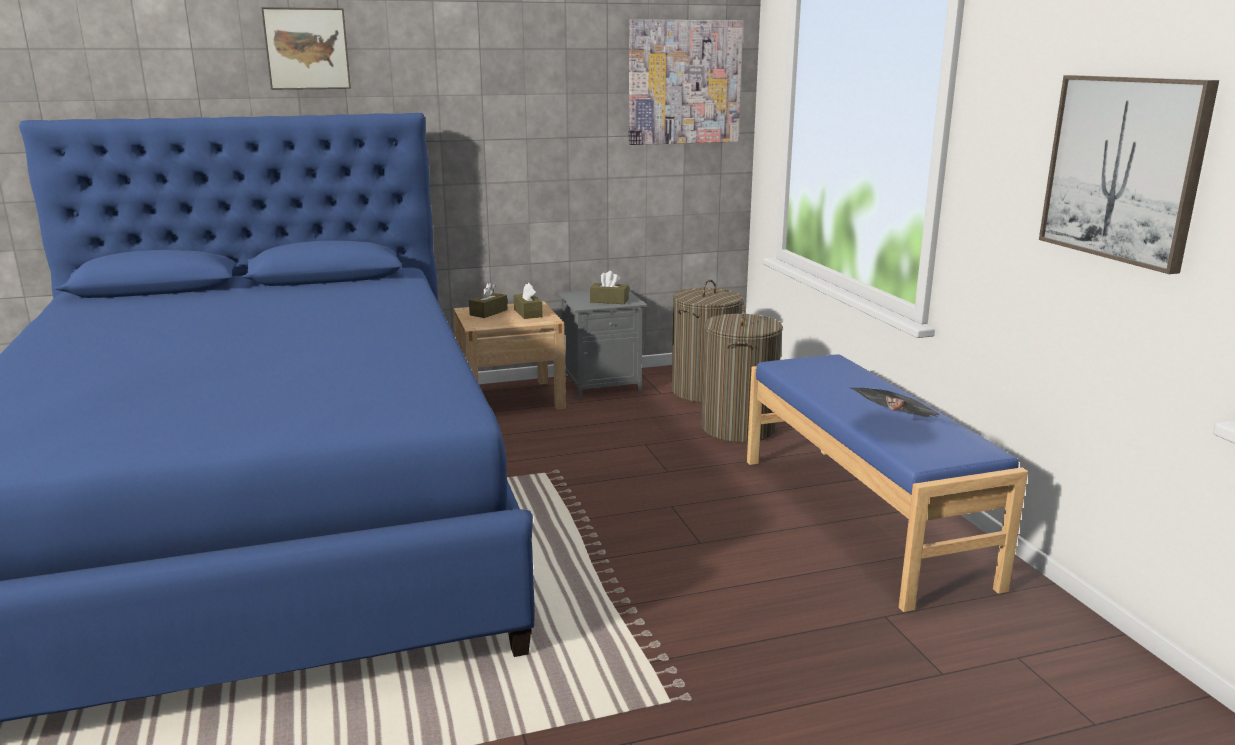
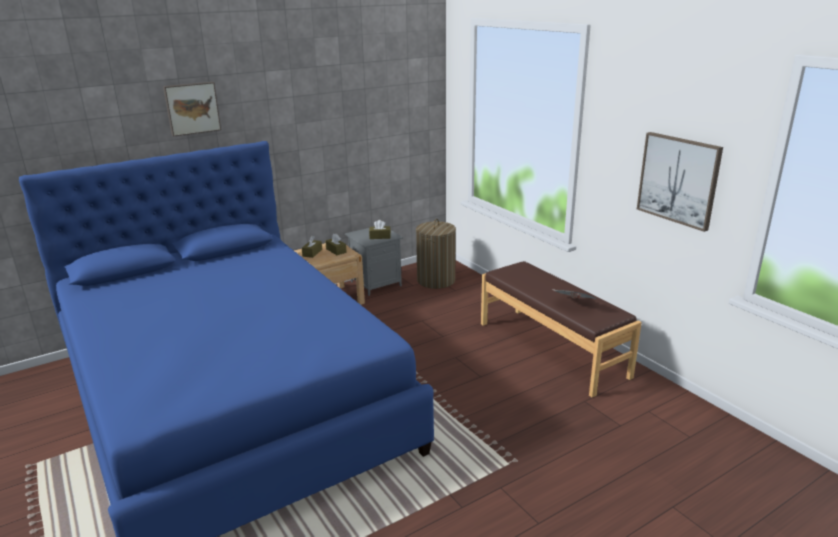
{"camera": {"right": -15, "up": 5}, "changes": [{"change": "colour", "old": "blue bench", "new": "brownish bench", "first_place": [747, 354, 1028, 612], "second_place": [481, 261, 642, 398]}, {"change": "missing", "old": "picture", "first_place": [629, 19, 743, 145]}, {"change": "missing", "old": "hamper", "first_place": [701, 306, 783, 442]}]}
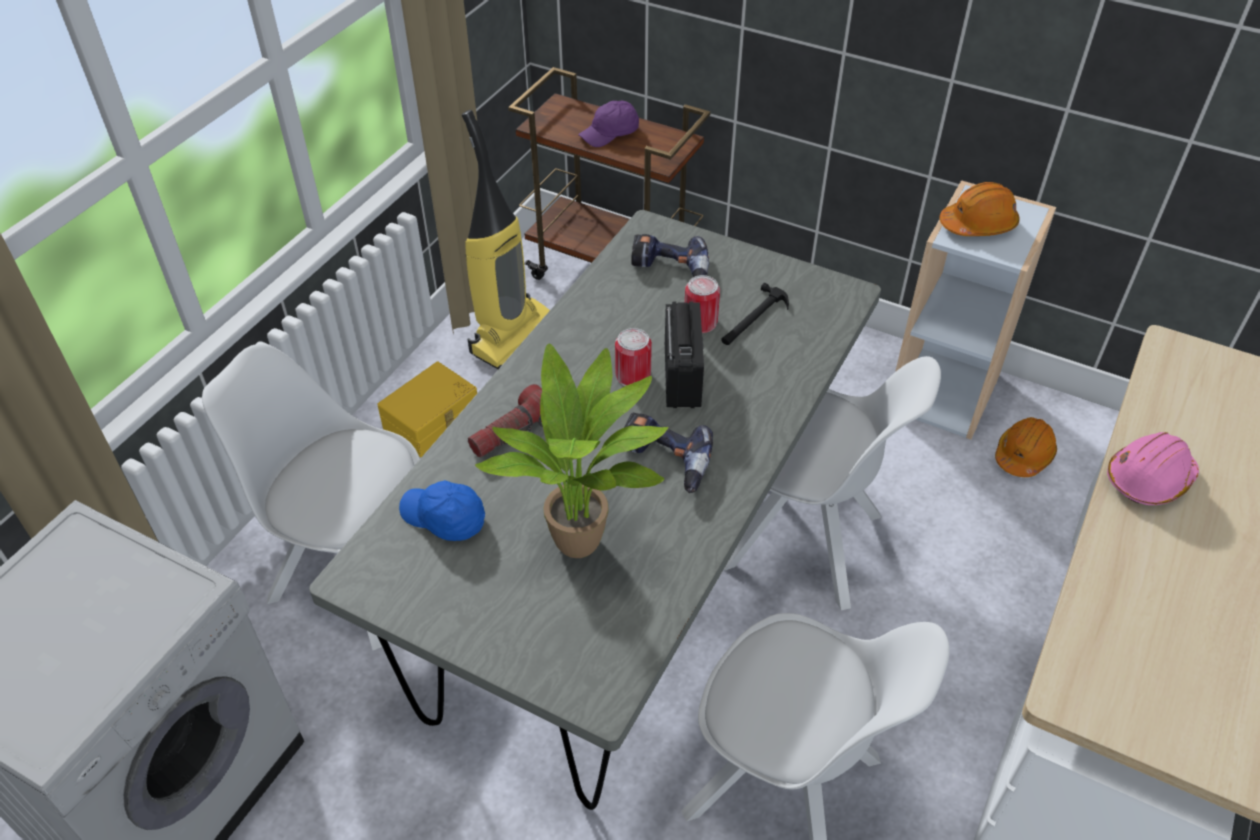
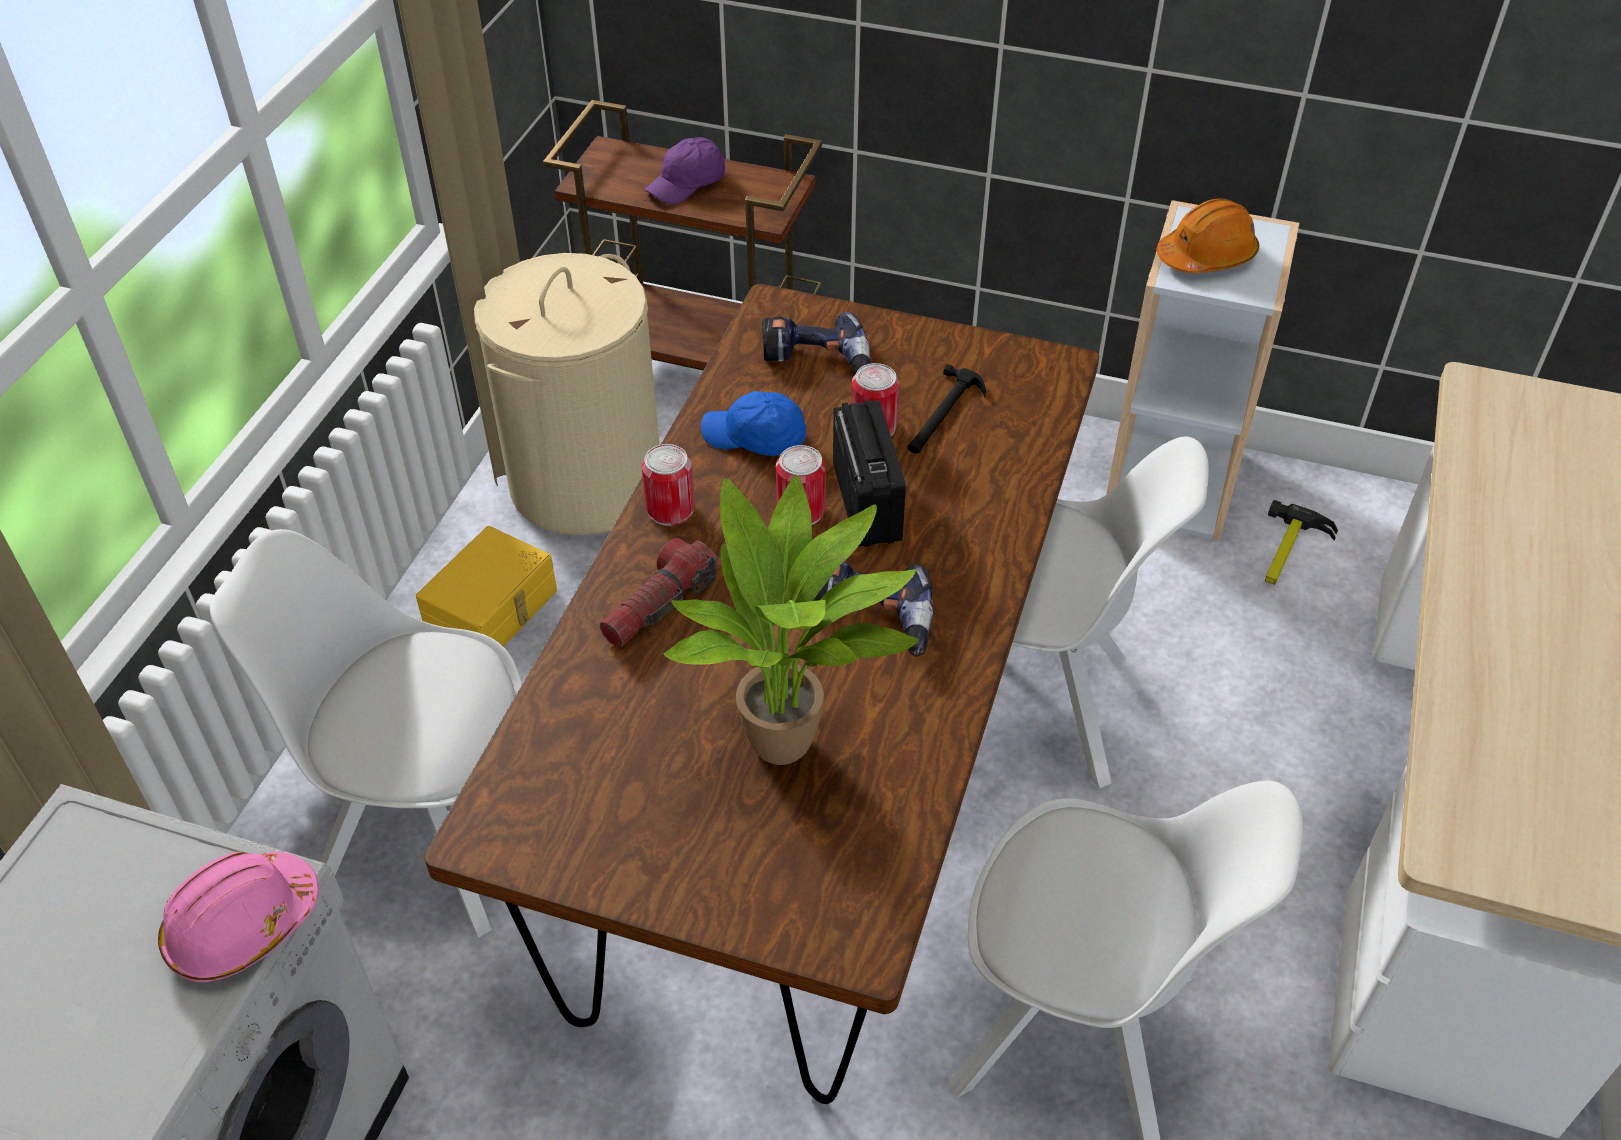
{"camera": {"right": -10, "up": 0}, "changes": [{"change": "relocated", "old": "pinkish hard hat", "first_place": [1107, 432, 1199, 505], "second_place": [158, 852, 319, 982]}, {"change": "colour", "old": "gray dinner table", "new": "brownish dinner table", "first_place": [309, 210, 881, 810], "second_place": [424, 284, 1099, 1104]}, {"change": "exchanged", "old": "vacuum cleaner", "new": "sand-coloured hamper", "first_place": [462, 110, 550, 369], "second_place": [474, 253, 660, 536]}, {"change": "appeared", "new": "can", "second_place": [642, 444, 695, 526]}, {"change": "relocated", "old": "blue cap", "first_place": [399, 480, 485, 541], "second_place": [701, 391, 806, 456]}, {"change": "exchanged", "old": "orangey hard hat", "new": "hand hammer", "first_place": [995, 417, 1057, 477], "second_place": [1265, 500, 1338, 585]}]}
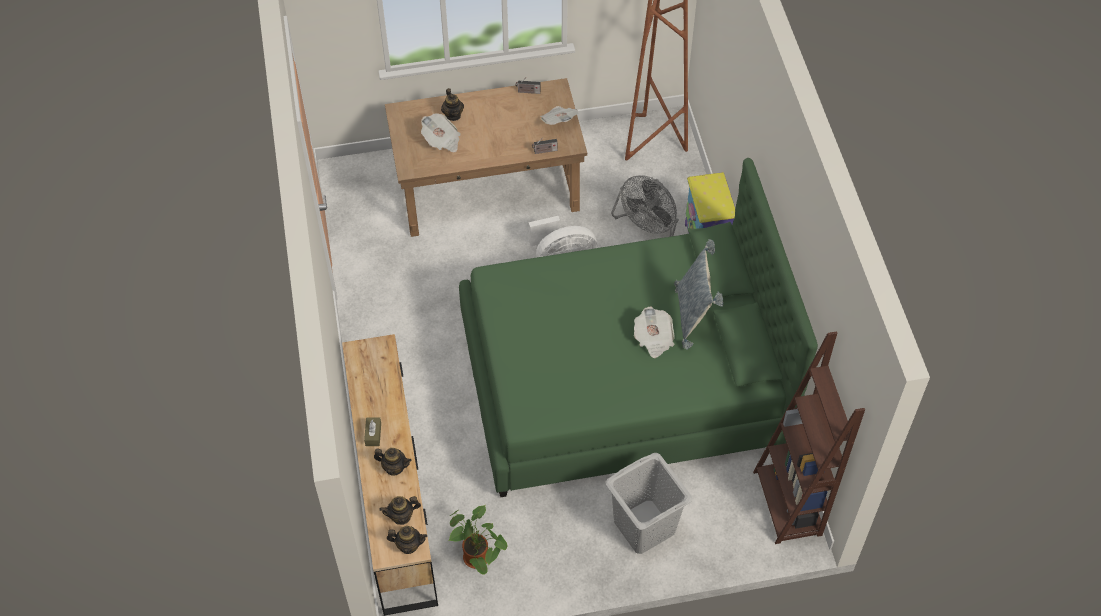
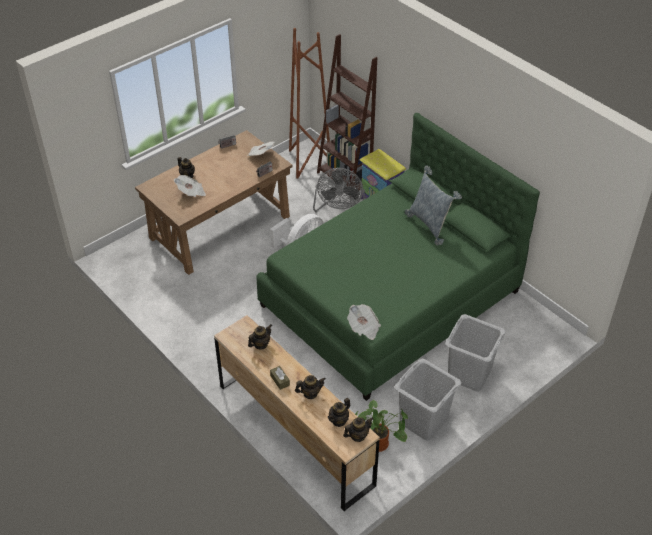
{"camera": {"right": -30, "up": -10}, "changes": [{"change": "appeared", "new": "teapot", "second_place": [248, 324, 272, 349]}, {"change": "relocated", "old": "brownish shelving unit", "first_place": [753, 331, 865, 544], "second_place": [317, 34, 377, 198]}, {"change": "relocated", "old": "daily paper", "first_place": [634, 307, 675, 358], "second_place": [347, 304, 381, 340]}, {"change": "appeared", "new": "gray hamper", "second_place": [394, 359, 461, 441]}]}
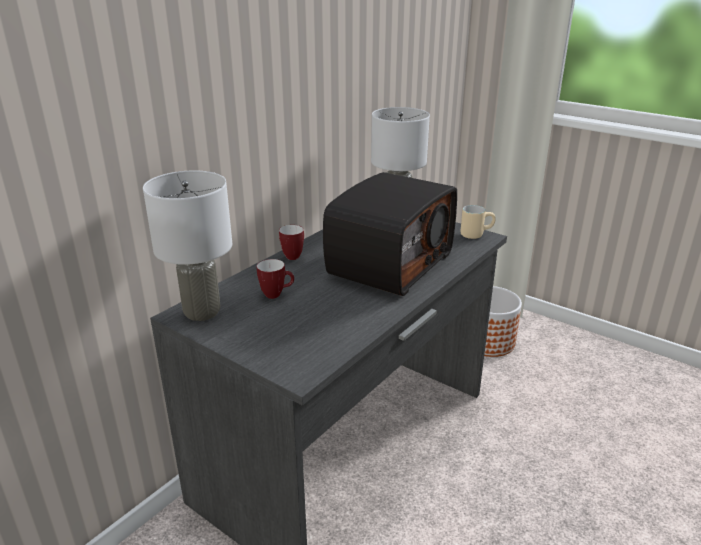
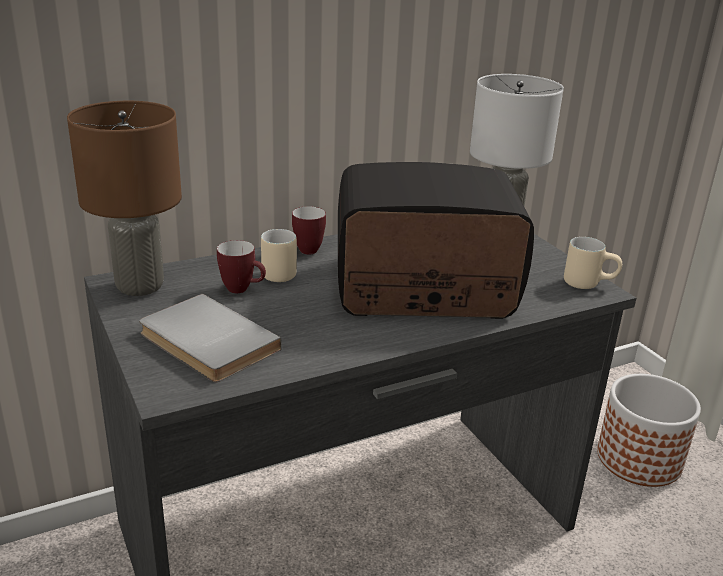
{"camera": {"right": 25, "up": 0}, "changes": [{"change": "colour", "old": "white-coloured table lamp", "new": "brownish table lamp", "first_place": [143, 170, 232, 321], "second_place": [67, 101, 182, 296]}, {"change": "appeared", "new": "gray book", "second_place": [139, 294, 282, 382]}, {"change": "appeared", "new": "sand-coloured mug", "second_place": [261, 229, 297, 282]}, {"change": "spun", "old": "radio set", "first_place": [323, 172, 457, 296], "second_place": [338, 162, 534, 319], "degrees": -150}]}
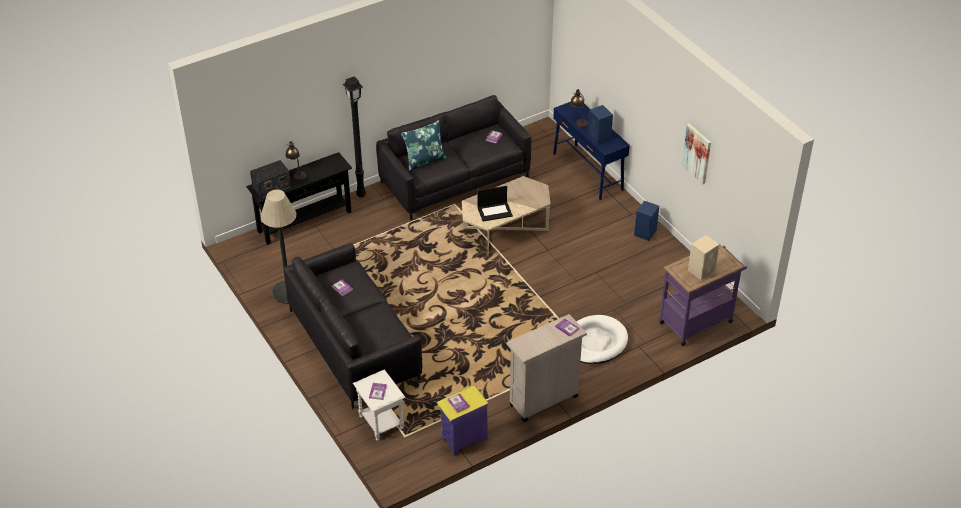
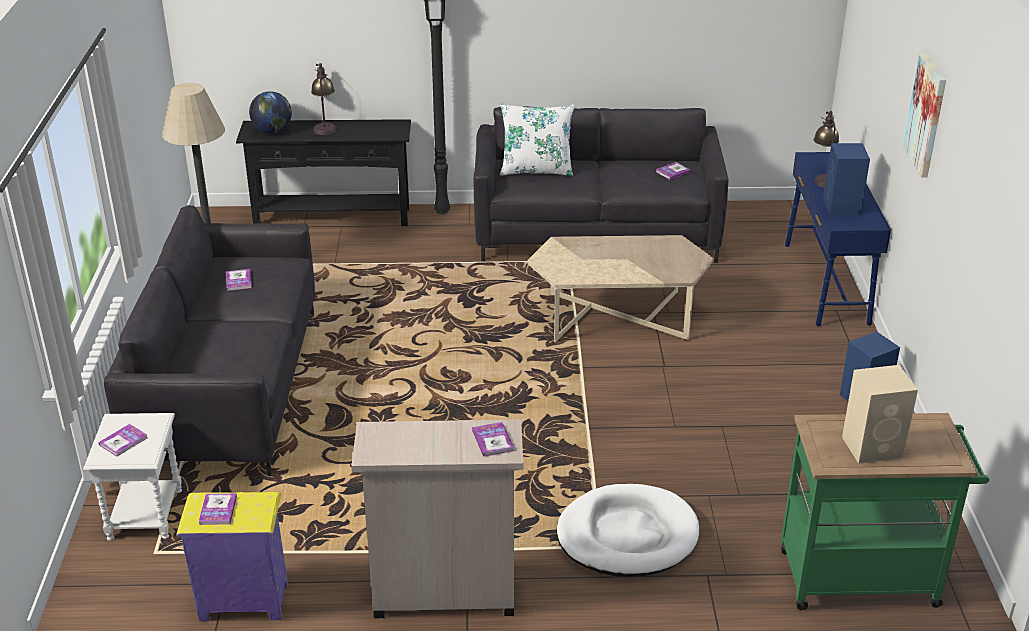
{"camera": {"right": 30, "up": -10}, "changes": [{"change": "exchanged", "old": "radio set", "new": "world globe", "first_place": [250, 160, 291, 199], "second_place": [249, 91, 292, 134]}, {"change": "colour", "old": "blue throw pillow", "new": "white-coloured throw pillow", "first_place": [401, 120, 447, 171], "second_place": [500, 104, 575, 176]}, {"change": "colour", "old": "purple cart", "new": "greenish cart", "first_place": [659, 243, 747, 346], "second_place": [781, 413, 989, 610]}, {"change": "relocated", "old": "picture", "first_place": [682, 124, 711, 184], "second_place": [903, 53, 946, 177]}, {"change": "missing", "old": "laptop", "first_place": [477, 186, 513, 222]}]}
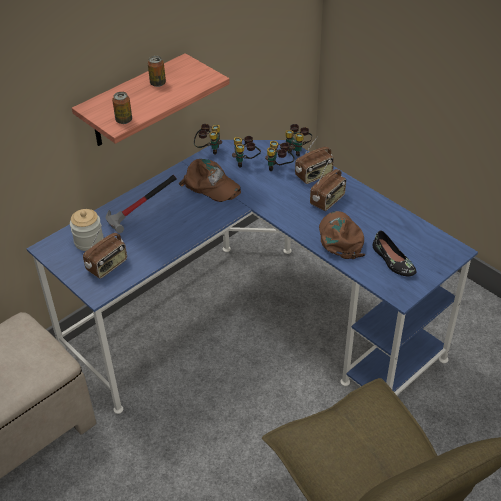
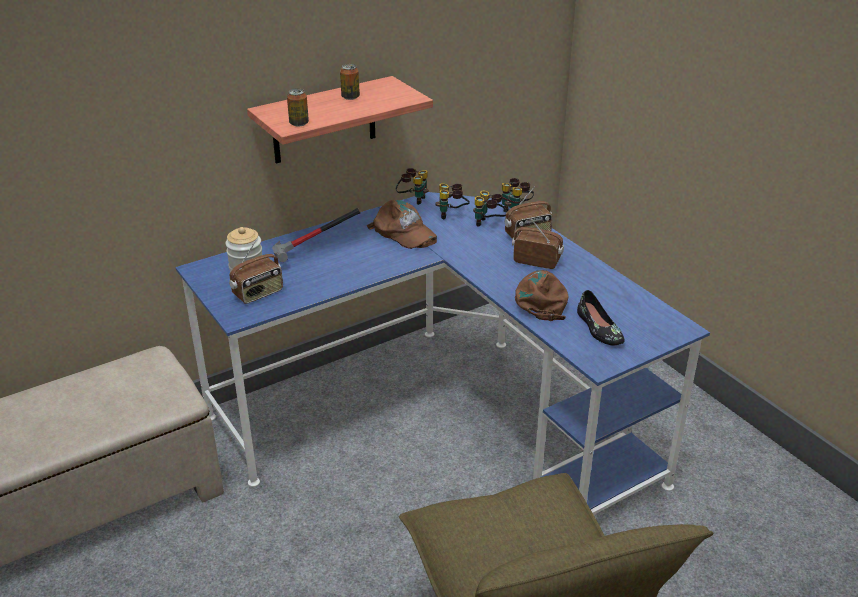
{"camera": {"right": 10, "up": -10}, "changes": [{"change": "spun", "old": "radio set", "first_place": [310, 161, 346, 211], "second_place": [512, 218, 564, 269], "degrees": -120}]}
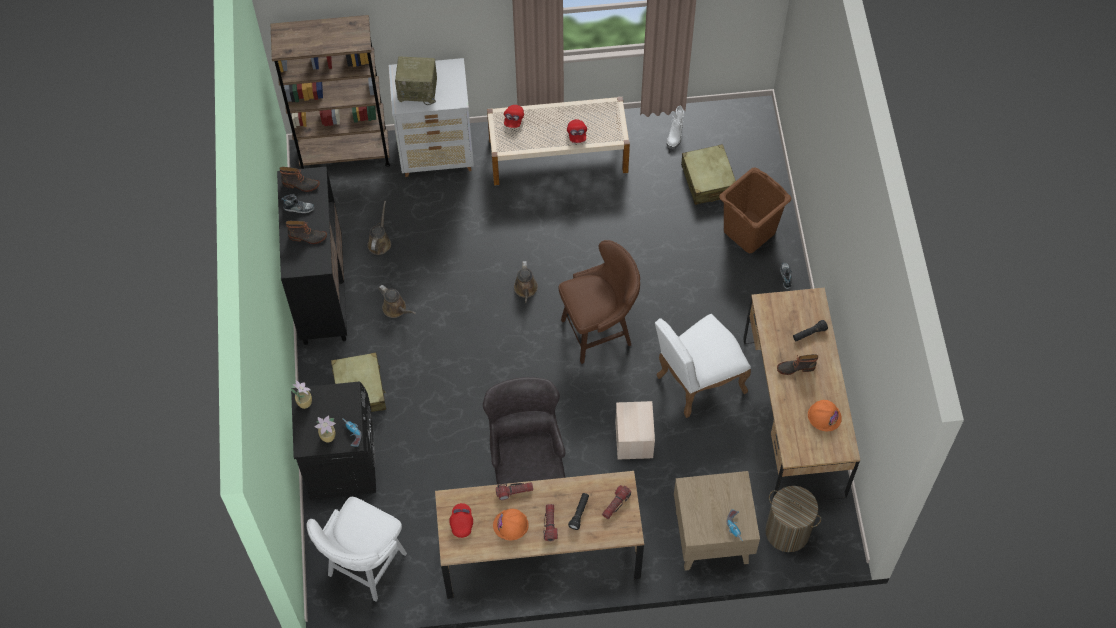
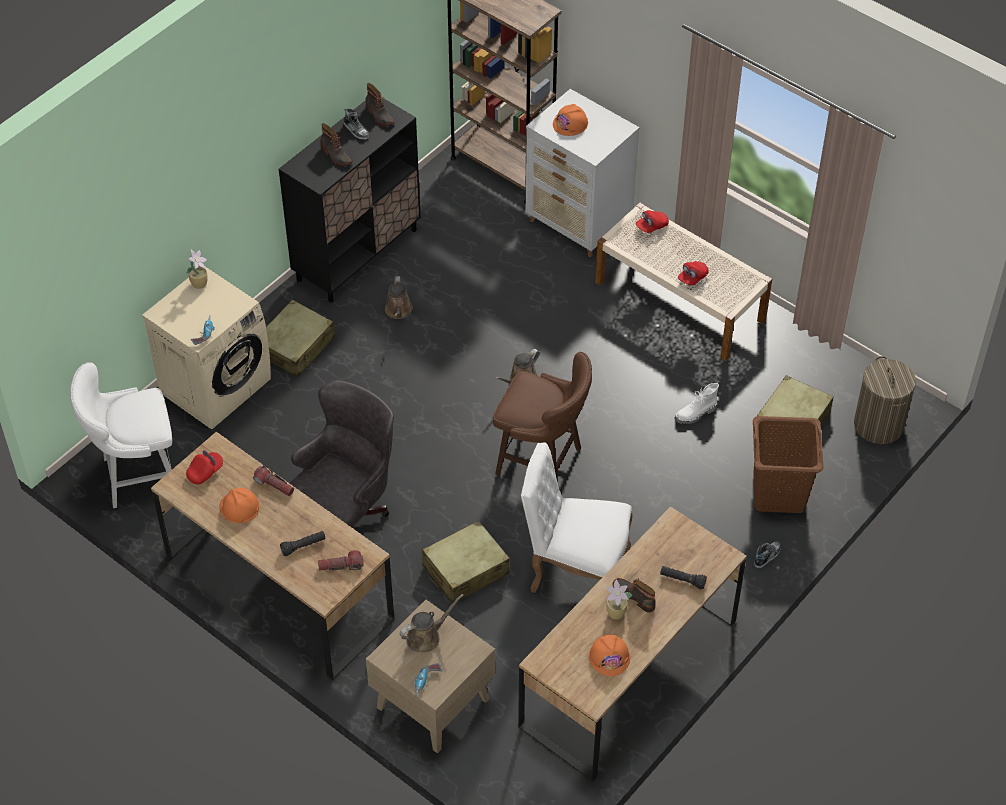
{"camera": {"right": 45, "up": -10}, "changes": [{"change": "colour", "old": "blackish washing machine", "new": "sand-coloured washing machine", "first_place": [291, 381, 376, 500], "second_place": [142, 267, 271, 429]}, {"change": "relocated", "old": "brownish watering pot", "first_place": [367, 201, 391, 255], "second_place": [399, 594, 464, 652]}, {"change": "exchanged", "old": "sand-coloured storage bin", "new": "sand-coloured suitcase", "first_place": [615, 401, 655, 460], "second_place": [422, 520, 510, 603]}, {"change": "exchanged", "old": "radio set", "new": "orangey hard hat", "first_place": [395, 56, 437, 105], "second_place": [553, 104, 588, 136]}, {"change": "relocated", "old": "houseplant", "first_place": [314, 416, 336, 443], "second_place": [606, 579, 632, 619]}, {"change": "relocated", "old": "white-coloured high-top boot", "first_place": [667, 106, 684, 149], "second_place": [675, 383, 719, 424]}, {"change": "relocated", "old": "hamper", "first_place": [765, 486, 821, 552], "second_place": [854, 356, 916, 444]}, {"change": "missing", "old": "flashlight", "first_place": [543, 504, 558, 541]}]}
